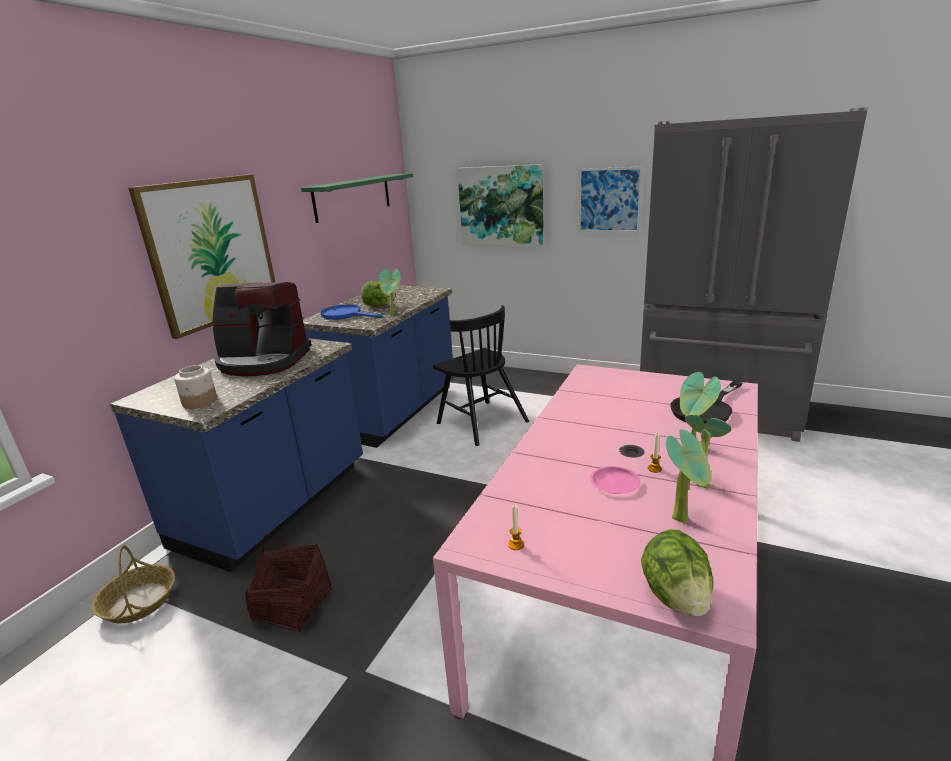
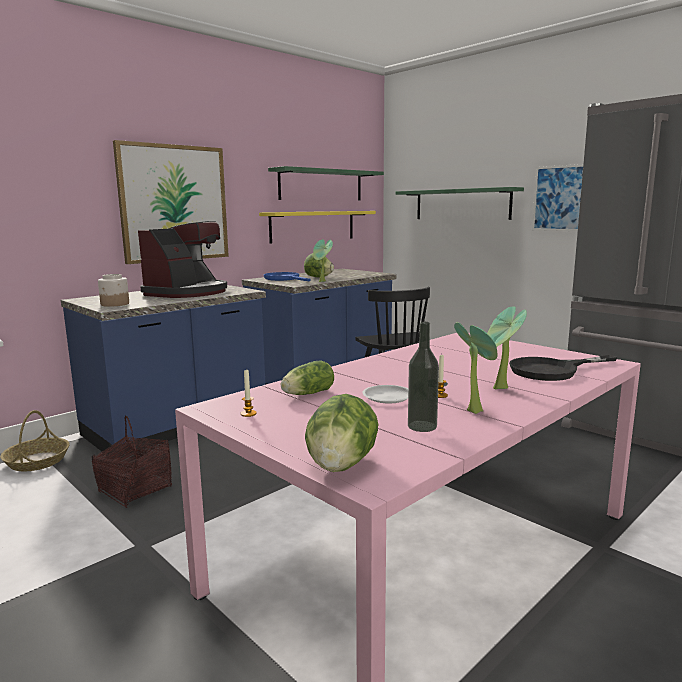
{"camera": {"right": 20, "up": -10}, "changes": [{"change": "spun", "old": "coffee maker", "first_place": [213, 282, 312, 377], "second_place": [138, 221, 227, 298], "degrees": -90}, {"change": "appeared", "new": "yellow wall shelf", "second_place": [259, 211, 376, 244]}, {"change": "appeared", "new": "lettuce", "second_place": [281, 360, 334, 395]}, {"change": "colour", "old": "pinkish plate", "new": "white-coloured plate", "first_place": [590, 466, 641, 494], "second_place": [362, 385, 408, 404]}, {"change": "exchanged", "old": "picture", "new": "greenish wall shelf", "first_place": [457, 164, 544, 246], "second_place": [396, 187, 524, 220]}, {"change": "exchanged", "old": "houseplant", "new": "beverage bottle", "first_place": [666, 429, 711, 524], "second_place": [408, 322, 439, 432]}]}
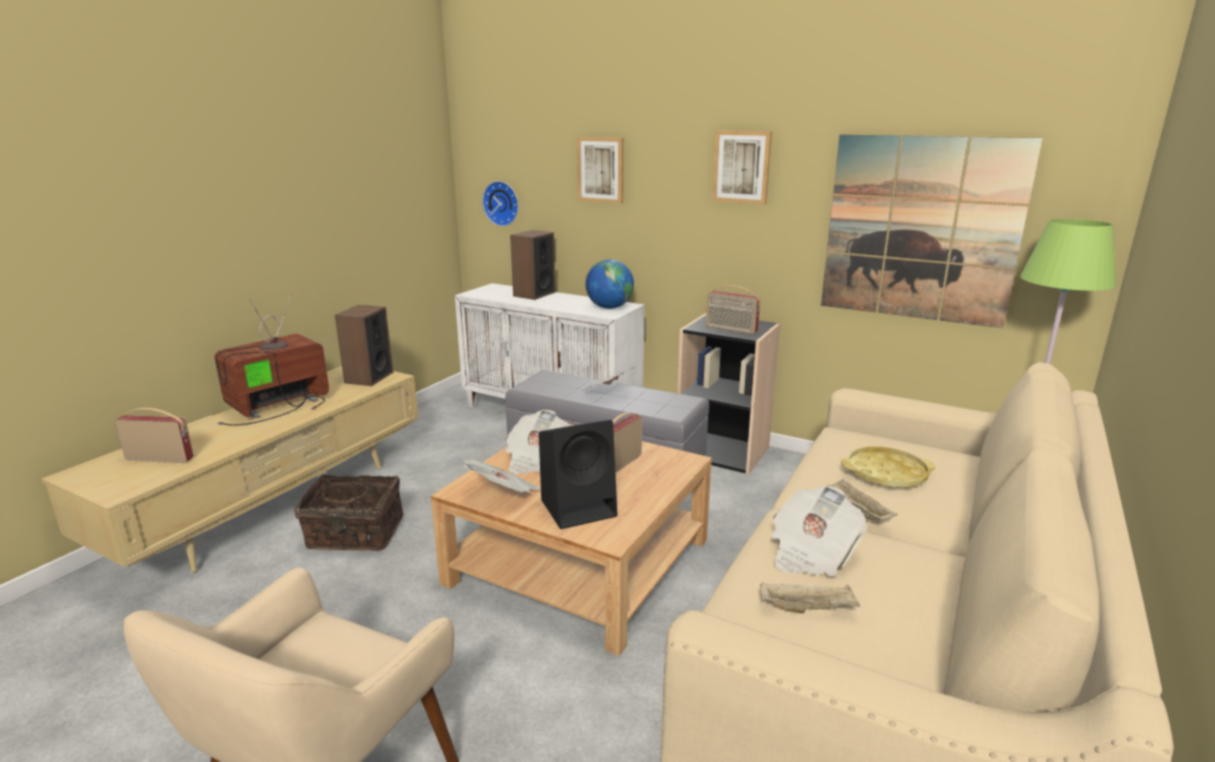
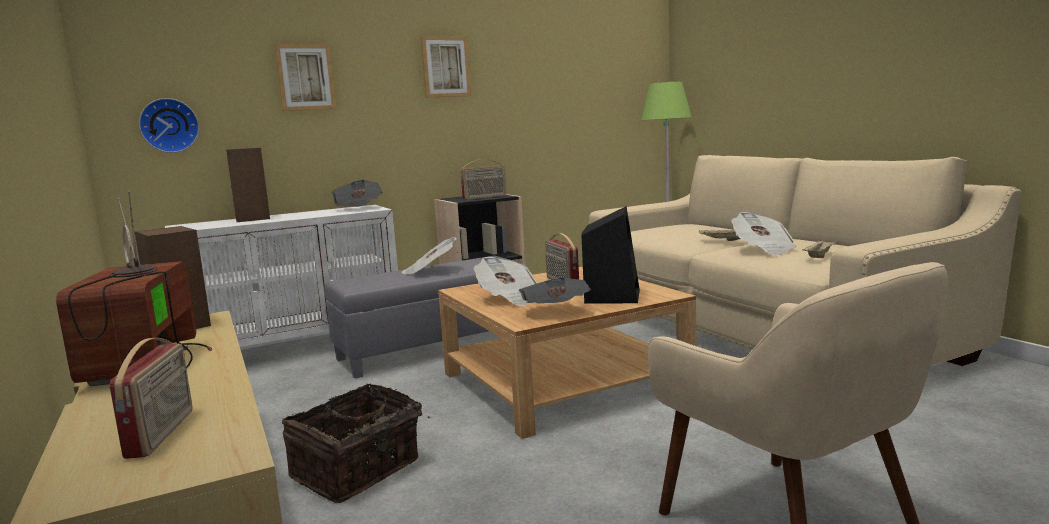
{"camera": {"right": -55, "up": -10}, "changes": [{"change": "spun", "old": "radio set", "first_place": [115, 408, 194, 463], "second_place": [110, 338, 192, 459], "degrees": 135}, {"change": "exchanged", "old": "world globe", "new": "daily paper", "first_place": [585, 259, 634, 309], "second_place": [331, 180, 383, 207]}, {"change": "missing", "old": "picture", "first_place": [821, 134, 1043, 328]}, {"change": "missing", "old": "yellow serving tray", "first_place": [841, 446, 935, 488]}]}
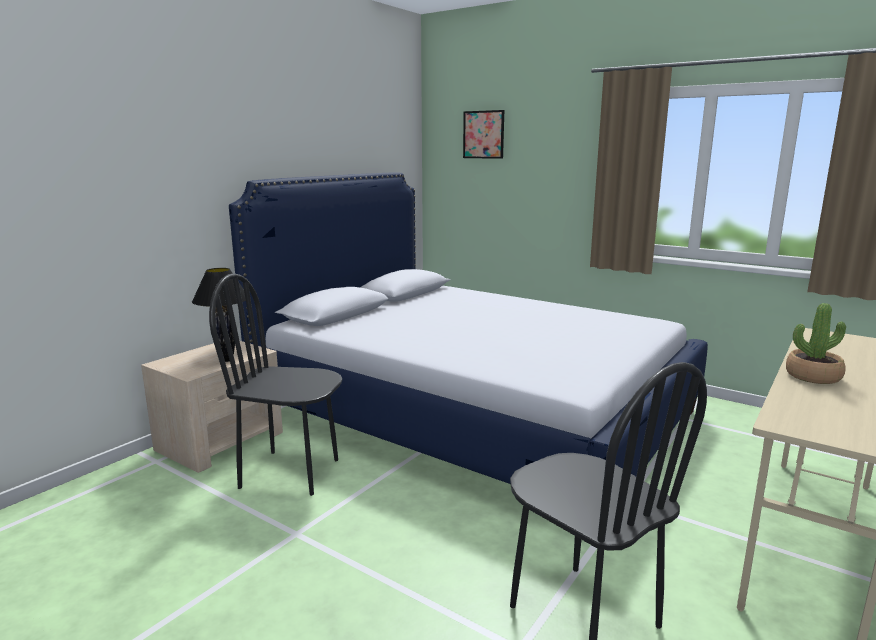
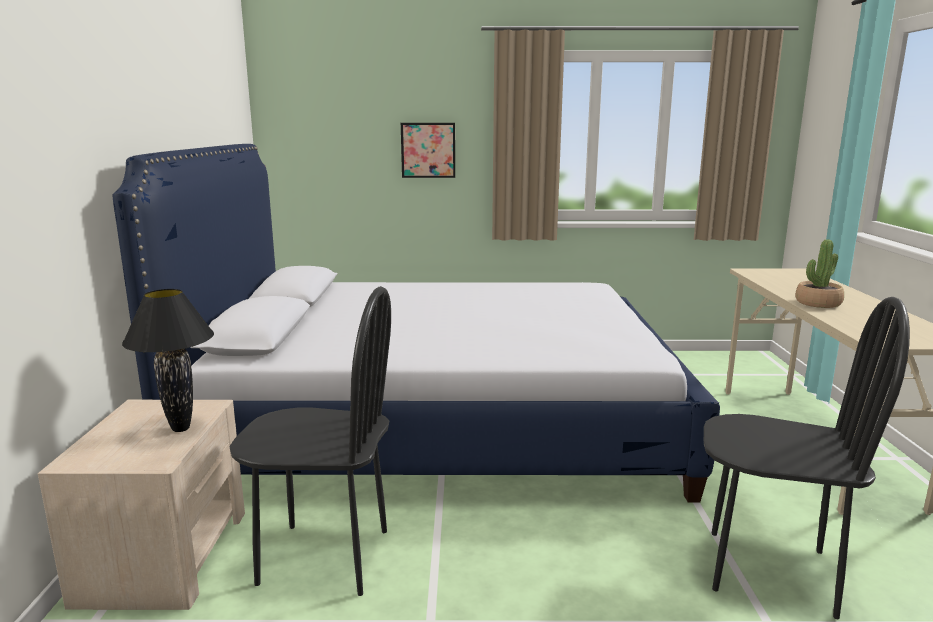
{"camera": {"right": -35, "up": 0}, "changes": [{"change": "spun", "old": "blackish chair", "first_place": [209, 273, 342, 496], "second_place": [230, 286, 391, 596], "degrees": -150}, {"change": "relocated", "old": "picture", "first_place": [463, 110, 504, 159], "second_place": [401, 123, 455, 178]}]}
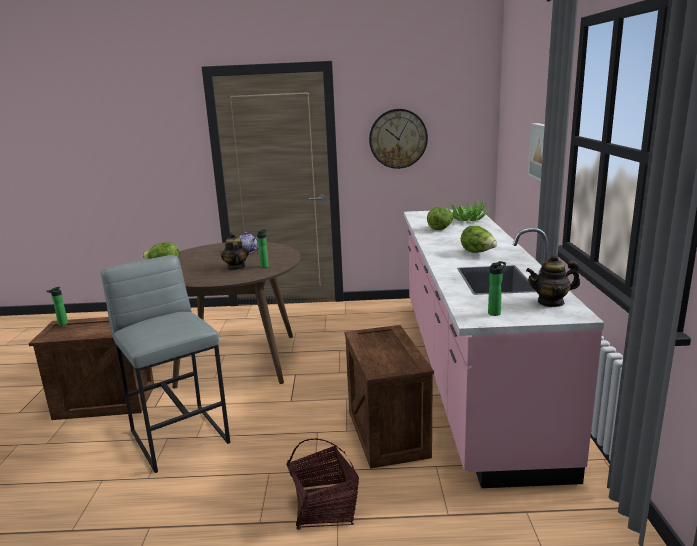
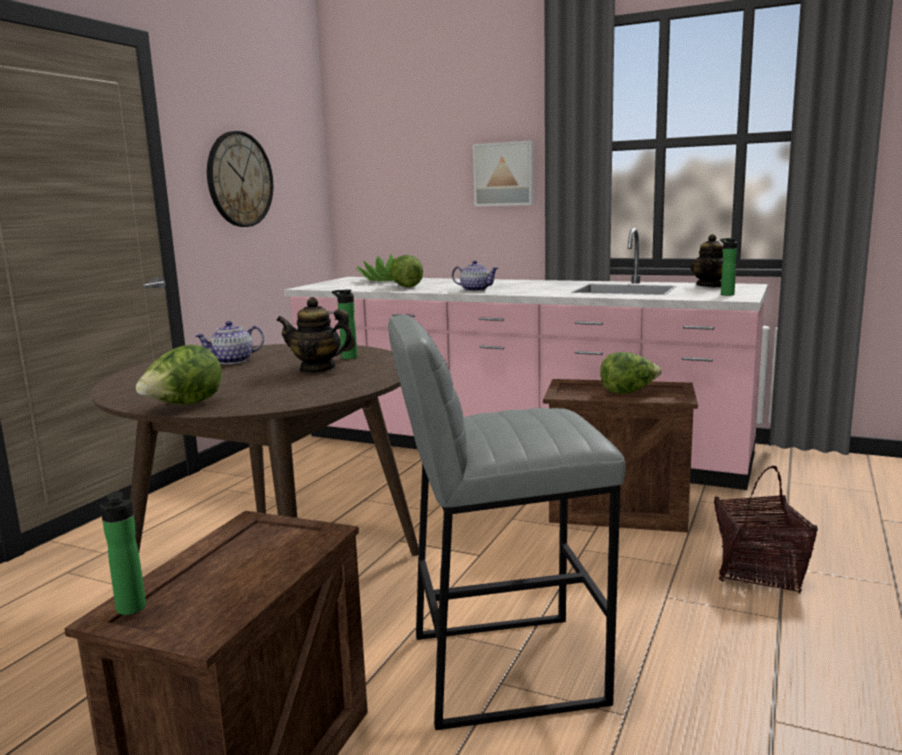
{"camera": {"right": -65, "up": -5}, "changes": [{"change": "appeared", "new": "teapot", "second_place": [452, 260, 499, 291]}, {"change": "relocated", "old": "lettuce", "first_place": [461, 226, 497, 253], "second_place": [600, 352, 662, 394]}]}
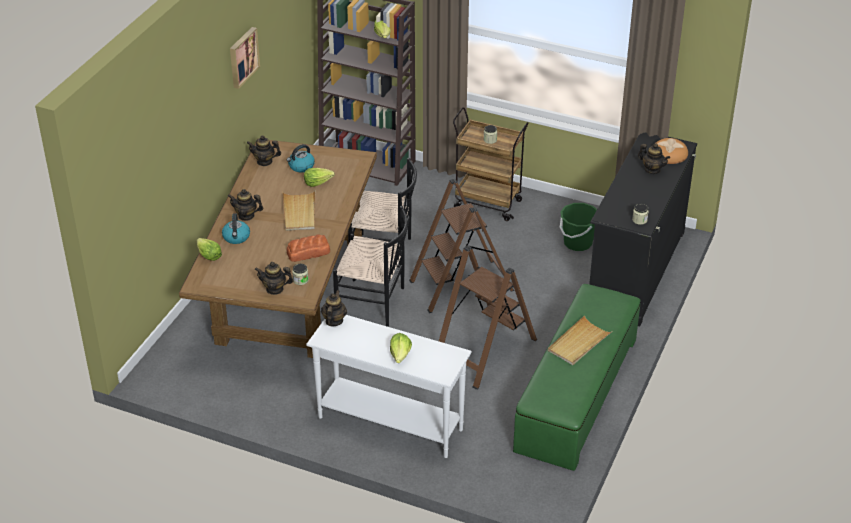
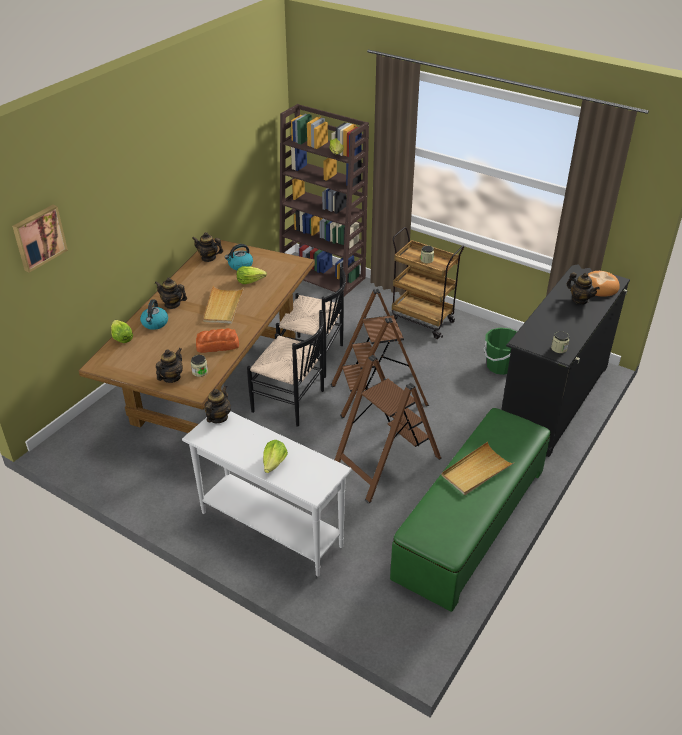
{"camera": {"right": 10, "up": 0}, "changes": [{"change": "relocated", "old": "picture", "first_place": [230, 27, 260, 89], "second_place": [12, 205, 68, 273]}, {"change": "spun", "old": "teapot", "first_place": [255, 262, 294, 295], "second_place": [156, 348, 183, 383], "degrees": 105}]}
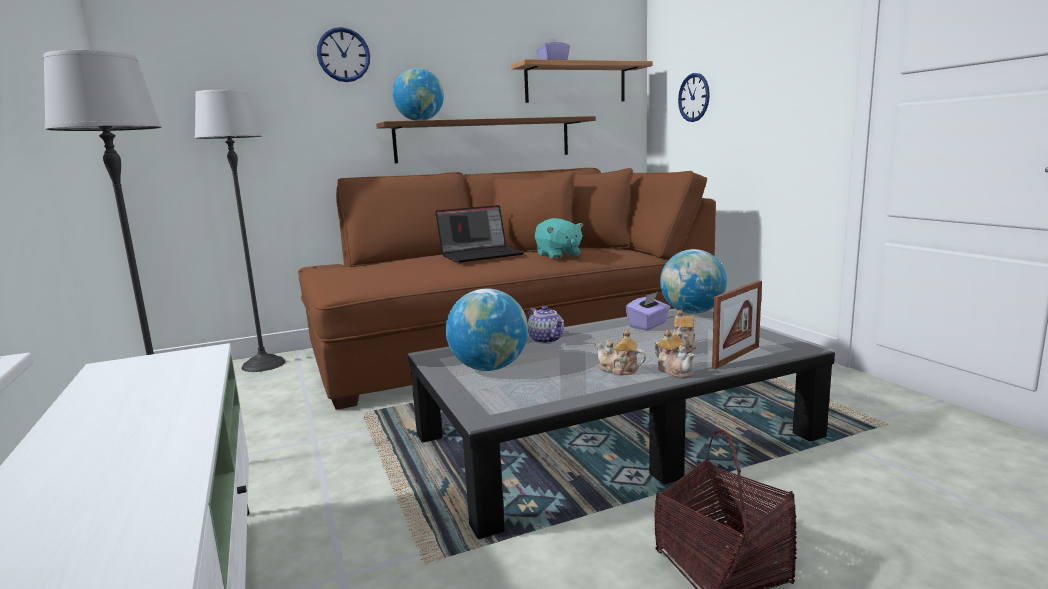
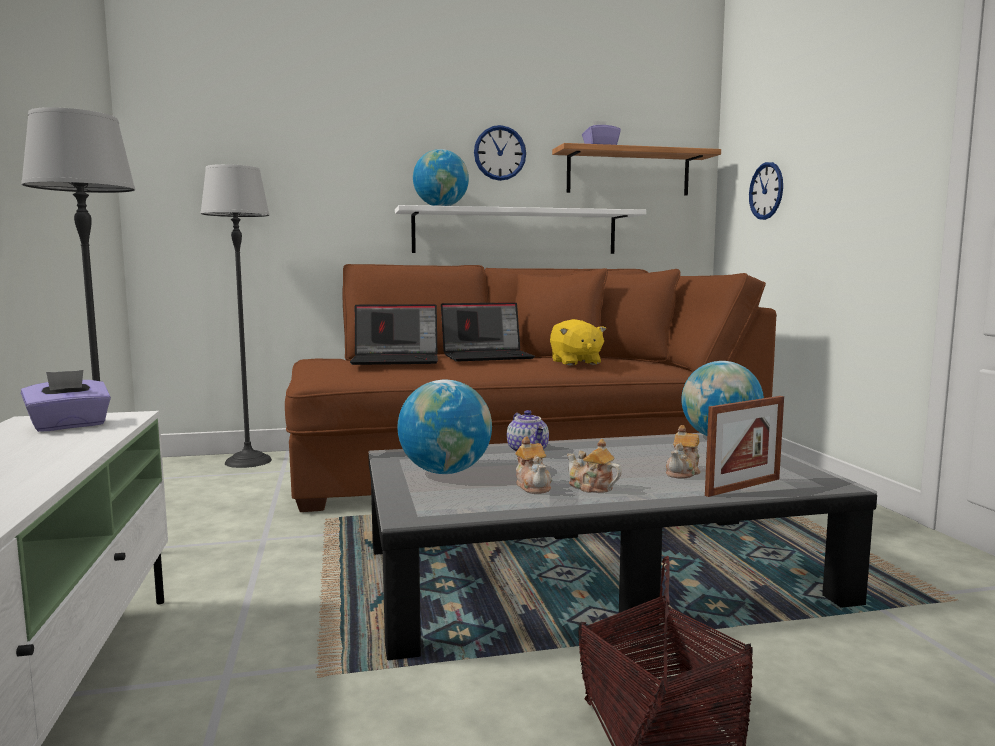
{"camera": {"right": 10, "up": -5}, "changes": [{"change": "relocated", "old": "purple tissue box", "first_place": [626, 292, 670, 330], "second_place": [21, 370, 111, 432]}, {"change": "appeared", "new": "laptop", "second_place": [350, 304, 438, 365]}, {"change": "colour", "old": "brownish wall shelf", "new": "white-coloured wall shelf", "first_place": [376, 116, 596, 163], "second_place": [395, 205, 646, 254]}, {"change": "relocated", "old": "hanging clock", "first_place": [317, 27, 370, 82], "second_place": [474, 125, 526, 181]}, {"change": "relocated", "old": "teapot", "first_place": [654, 330, 695, 378], "second_place": [515, 436, 552, 494]}, {"change": "colour", "old": "turquoise plush toy", "new": "yellow plush toy", "first_place": [535, 218, 583, 259], "second_place": [550, 319, 606, 366]}]}
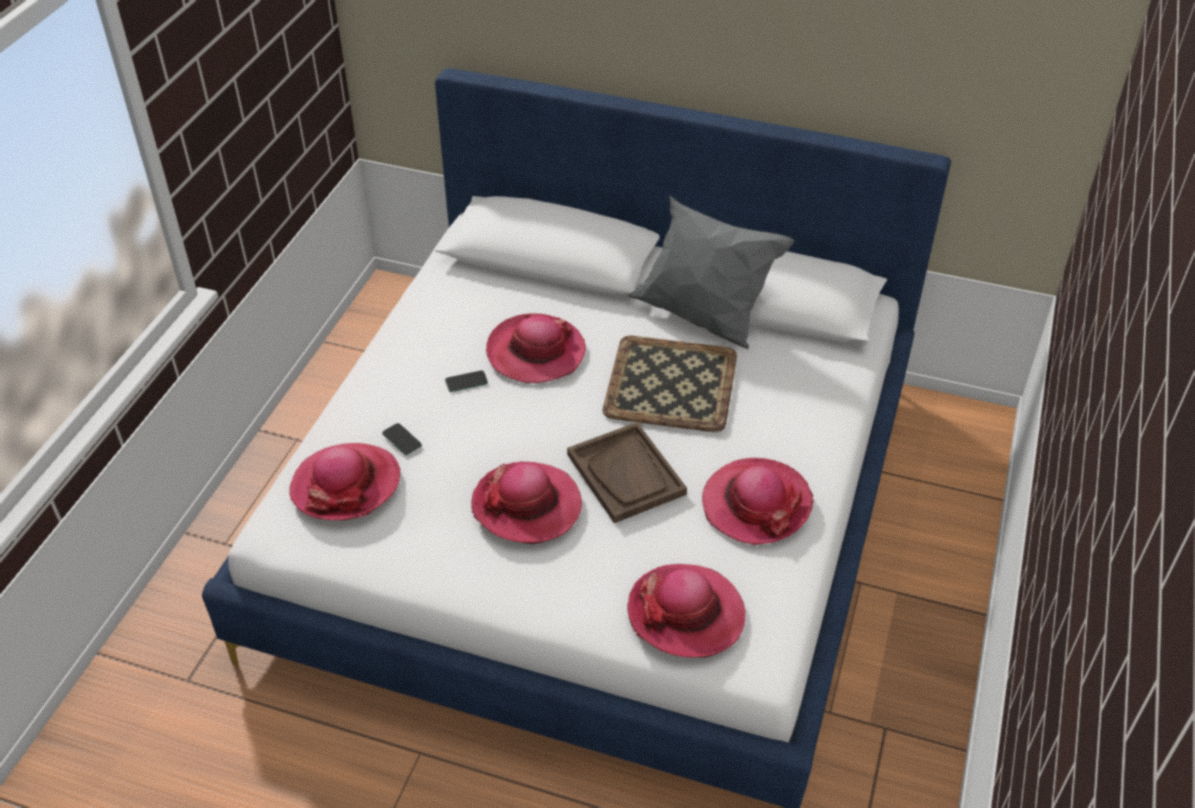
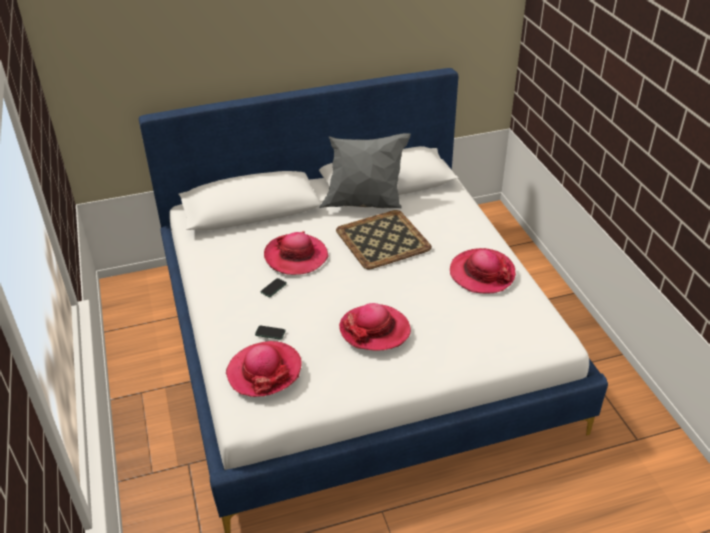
{"camera": {"right": -35, "up": -5}, "changes": [{"change": "missing", "old": "brownish serving tray", "first_place": [567, 422, 687, 523]}, {"change": "missing", "old": "hat", "first_place": [627, 564, 746, 658]}]}
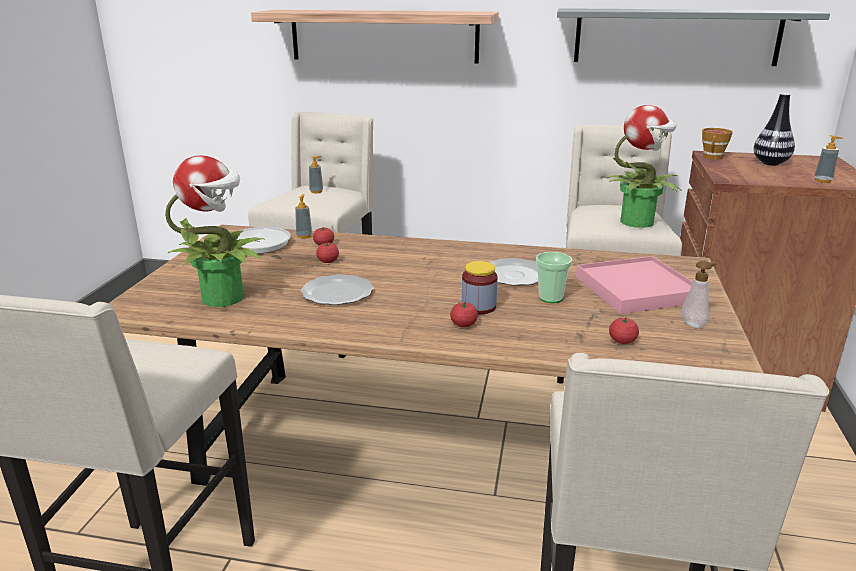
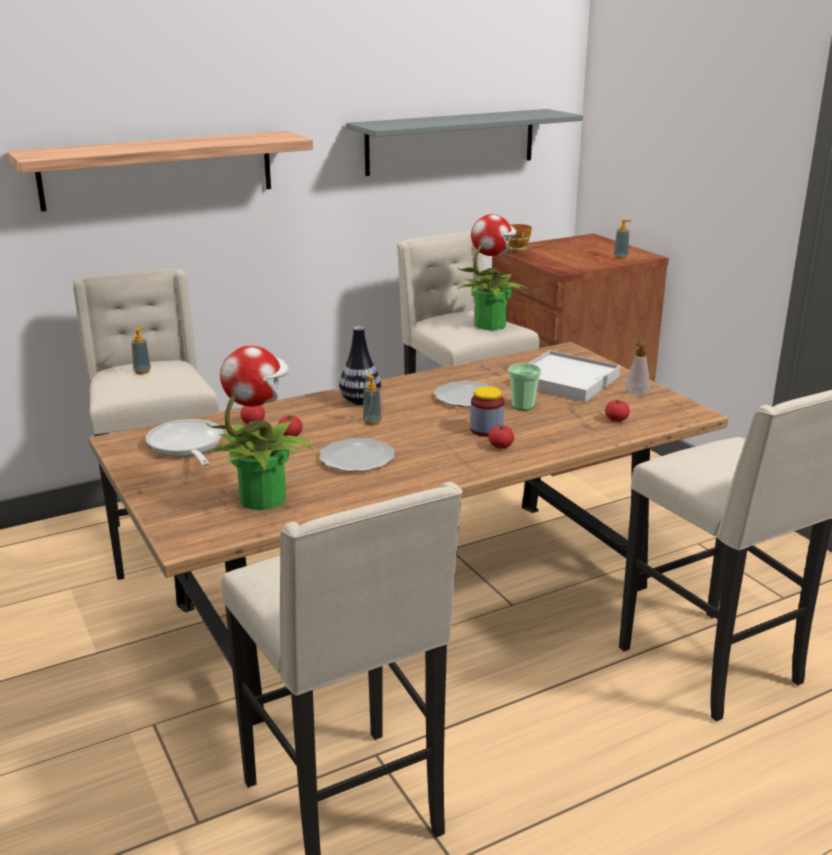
{"camera": {"right": -40, "up": 0}, "changes": [{"change": "relocated", "old": "decorative vase", "first_place": [754, 93, 795, 165], "second_place": [339, 326, 381, 405]}, {"change": "relocated", "old": "soap dispenser", "first_place": [295, 194, 312, 238], "second_place": [363, 373, 382, 425]}, {"change": "colour", "old": "pinkish serving tray", "new": "white-coloured serving tray", "first_place": [576, 256, 693, 314], "second_place": [528, 350, 620, 402]}]}
